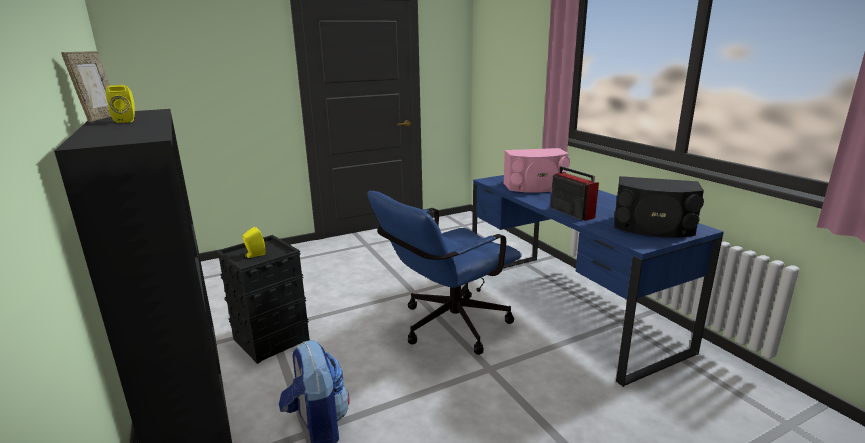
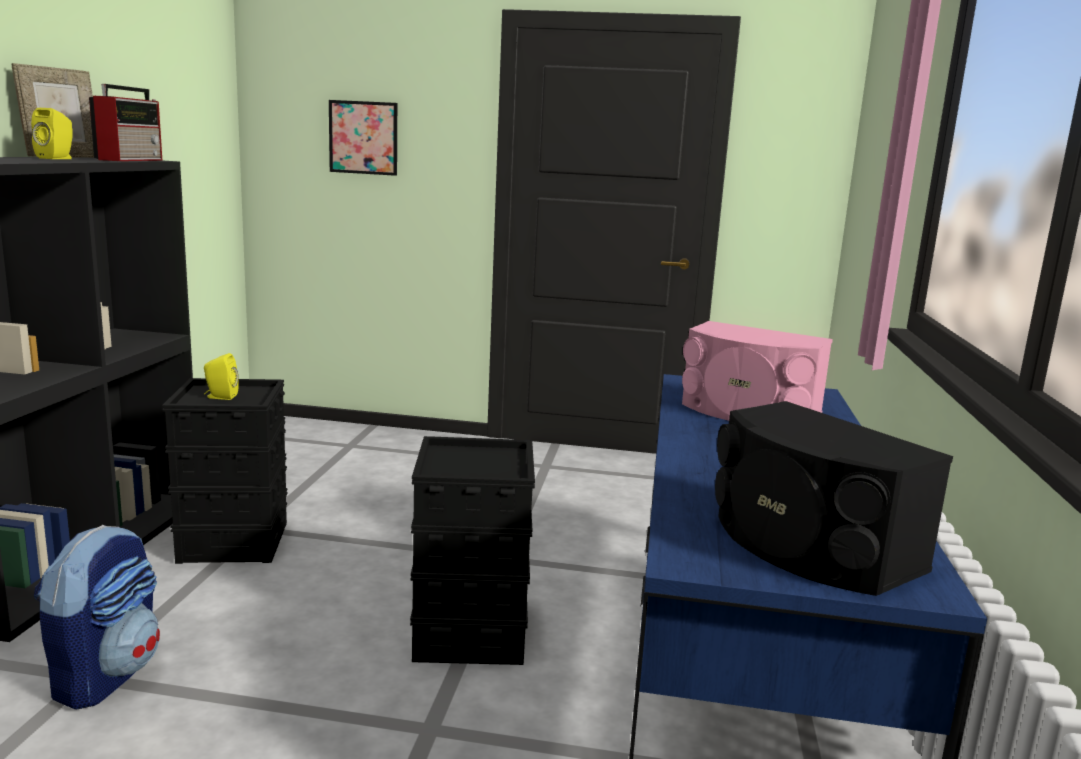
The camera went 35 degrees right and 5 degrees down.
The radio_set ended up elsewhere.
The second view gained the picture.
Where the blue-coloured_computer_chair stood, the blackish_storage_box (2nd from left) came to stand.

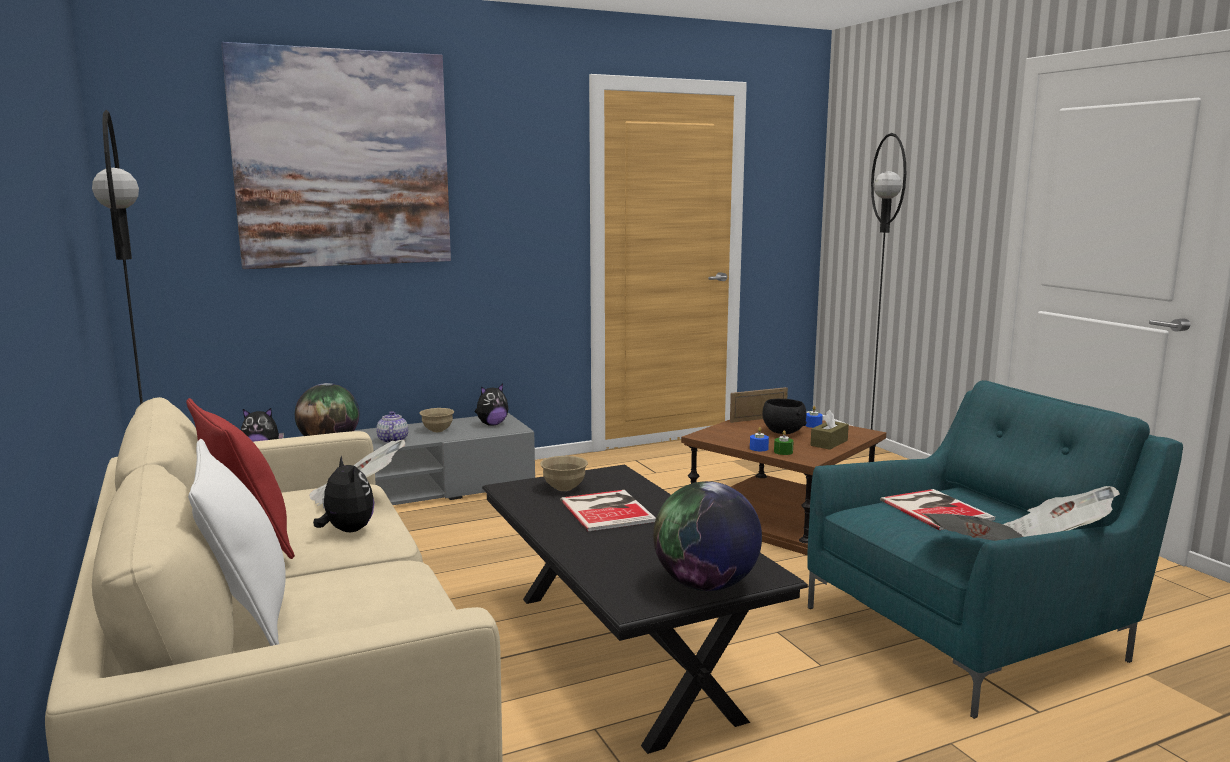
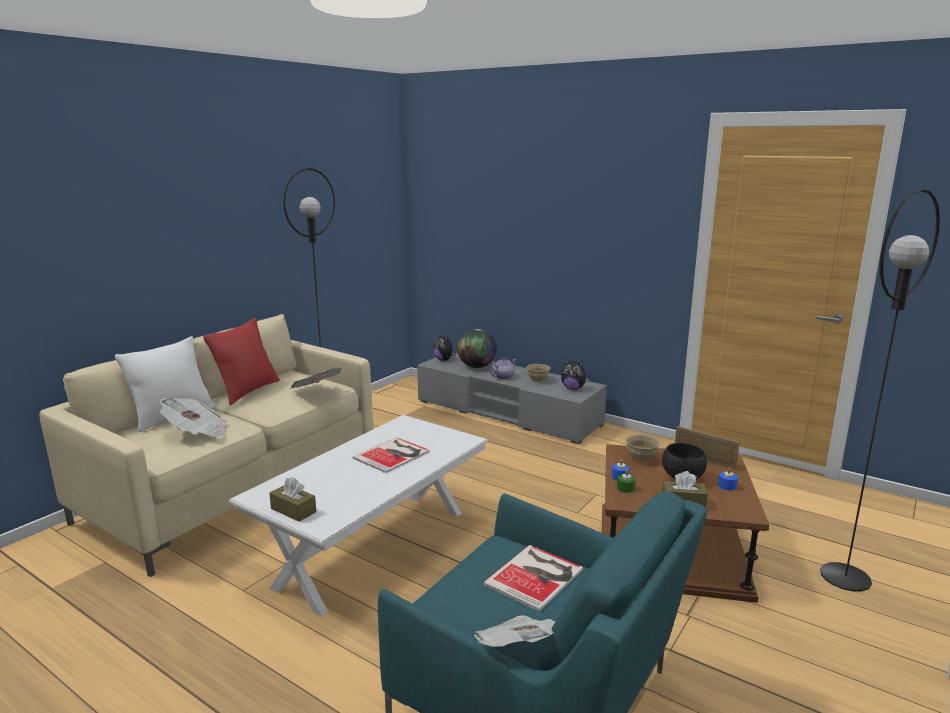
The camera went 60 degrees right and 5 degrees up.
The printed_paper (2nd from left in the first image) ended up elsewhere.
What was the blackish_coffee_table turned into the whitish_coffee_table.
Where the world_globe (2nd from left) stood, the brown-coloured_tissue_box (1st from left) came to stand.
The sand-coloured_bowl (2nd from left) ended up elsewhere.
The second view lost the picture.
The second view lost the cuddly_toy (2nd from left).

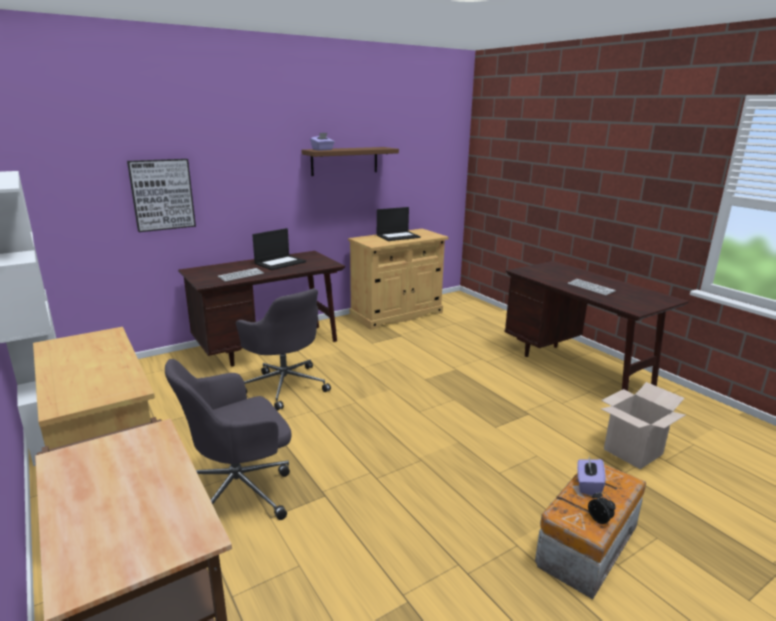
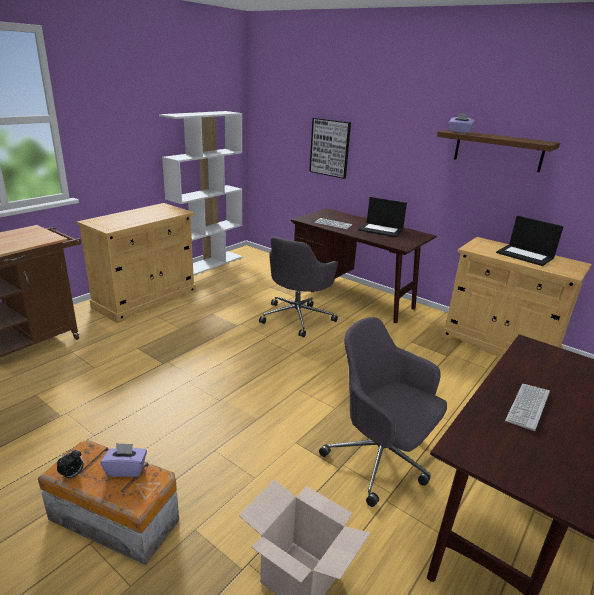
The camera went 70 degrees right and 5 degrees up.
The greyish_computer_chair (1st from left in the first image) ended up elsewhere.

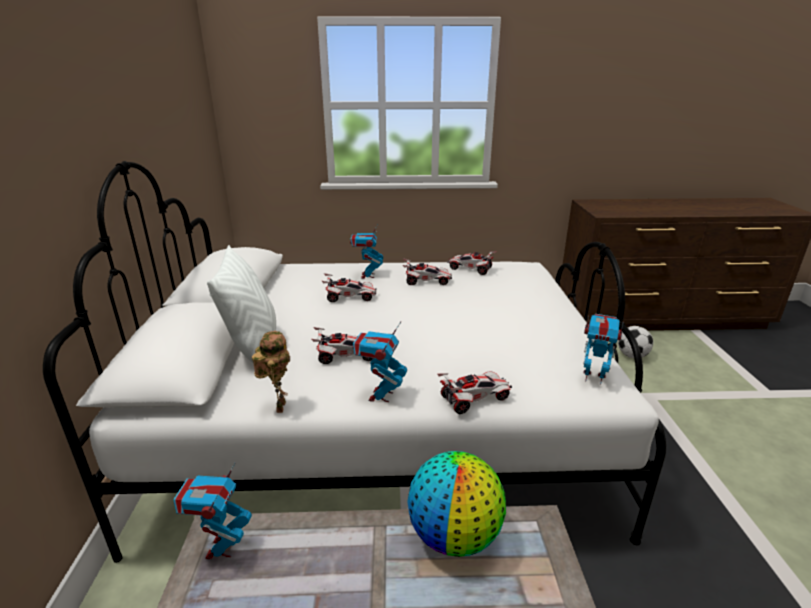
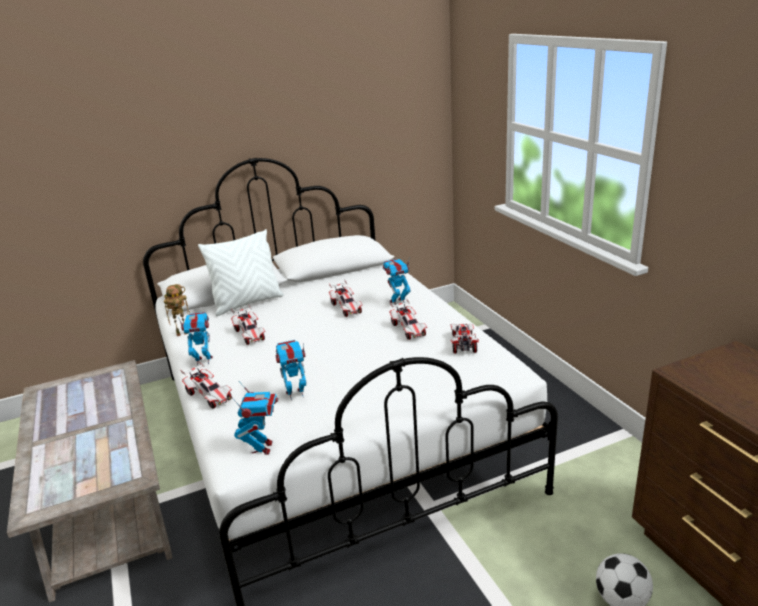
The camera went 70 degrees right and 0 degrees up.
The model_robot (1st from left in the first image) ended up elsewhere.
The second view lost the world_globe.

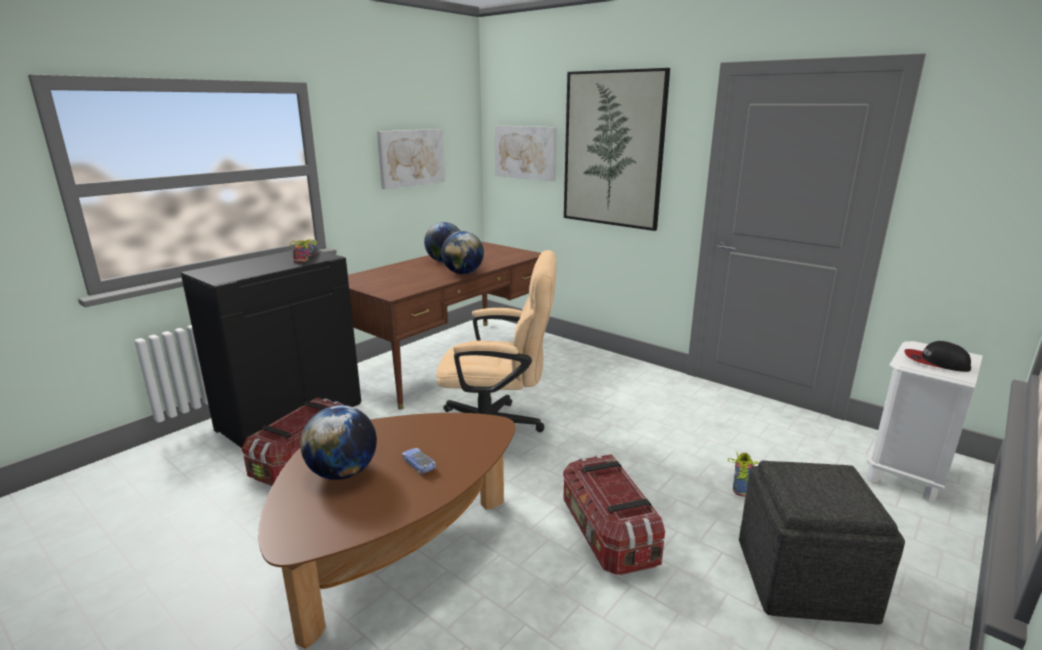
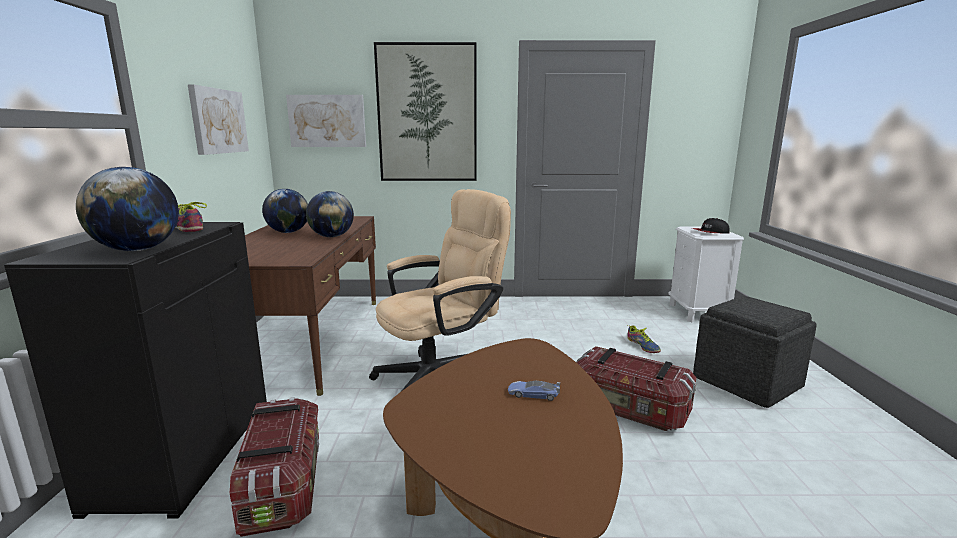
The camera went 40 degrees left and 5 degrees down.
The world_globe (1st from left) ended up elsewhere.

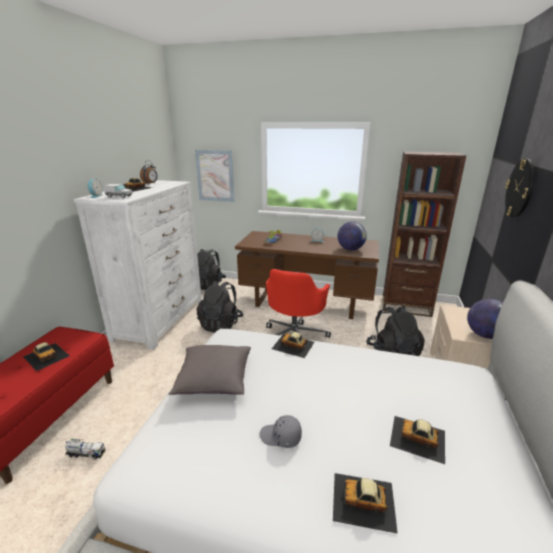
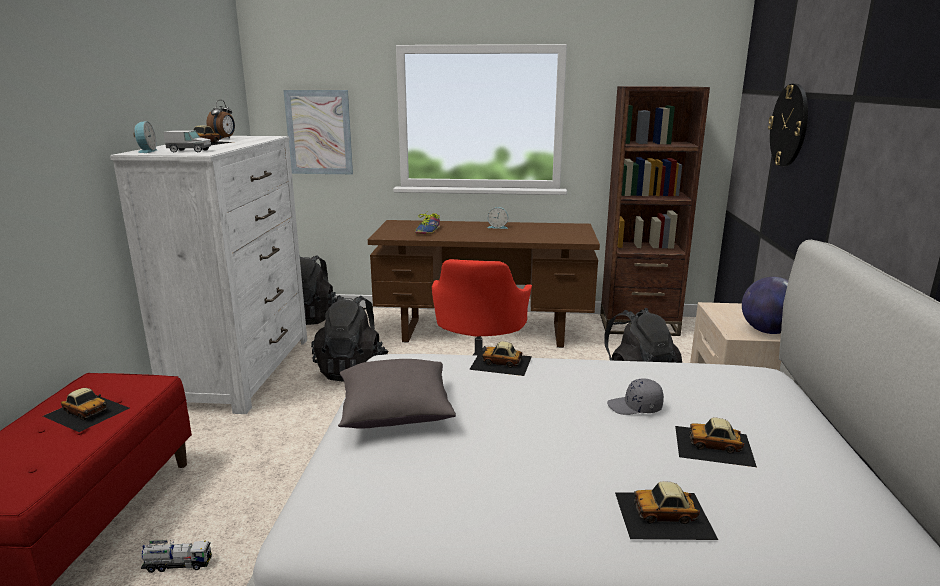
The camera went 10 degrees left and 5 degrees down.
The greyish_cap ended up elsewhere.
The second view lost the world_globe (1st from left).

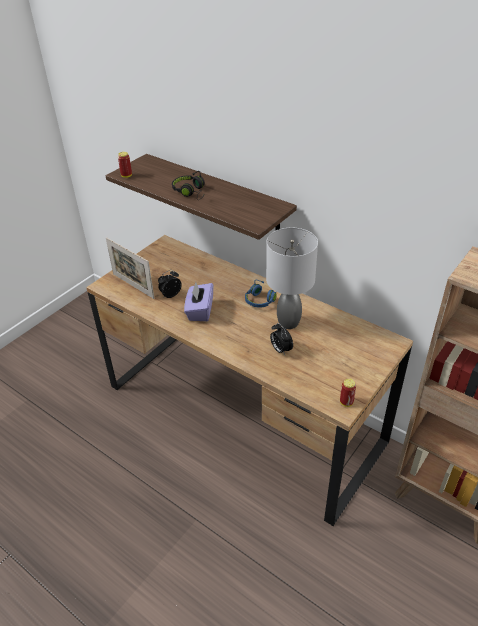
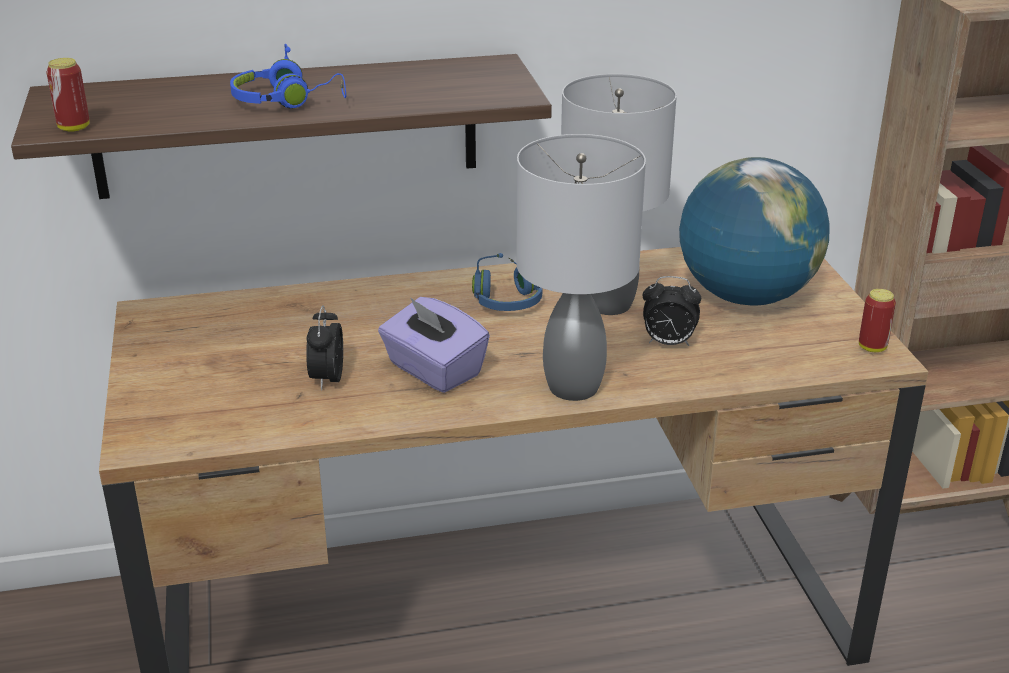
The camera went 50 degrees left and 10 degrees down.
What was the blackish_headset turned into the blue-coloured_headset (1st from left).
The second view gained the greyish_table_lamp (1st from left).
The second view gained the world_globe.
The second view lost the standing_frame.

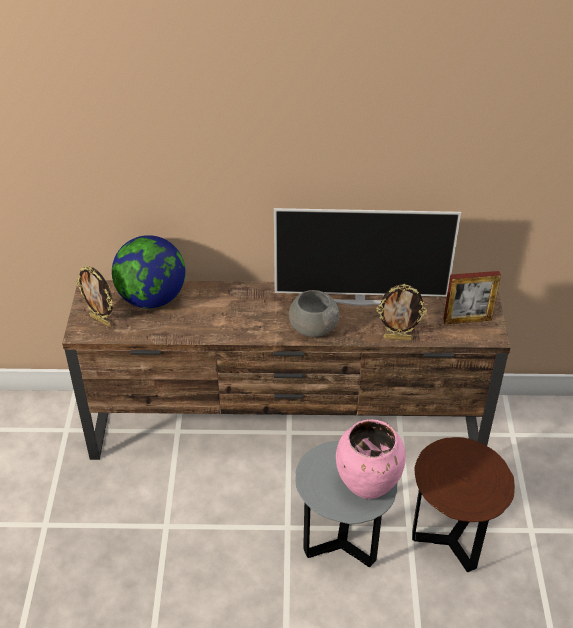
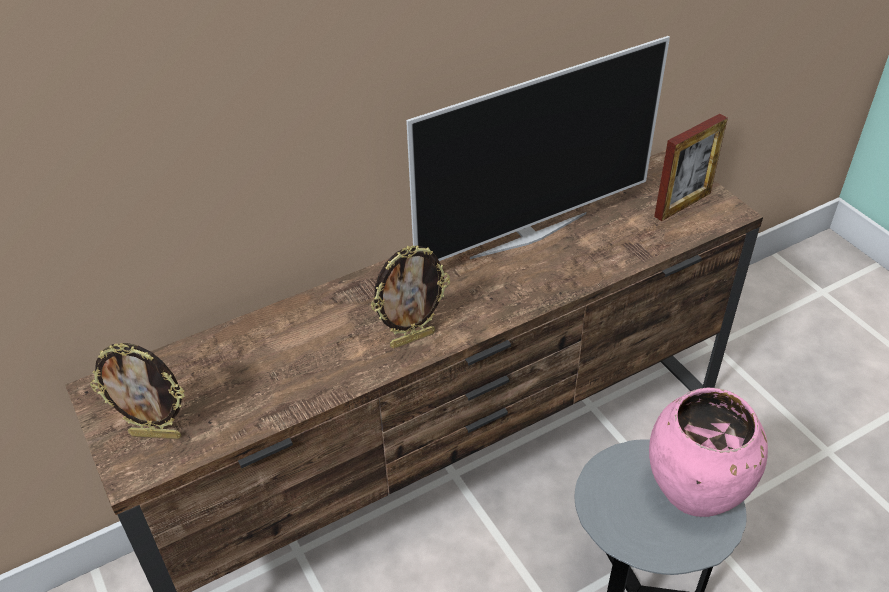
The camera went 30 degrees left and 0 degrees up.
The standing_frame (2nd from left) ended up elsewhere.
The second view lost the world_globe.
The second view lost the greyish_bowl.
The second view lost the brown-coloured_end_table.

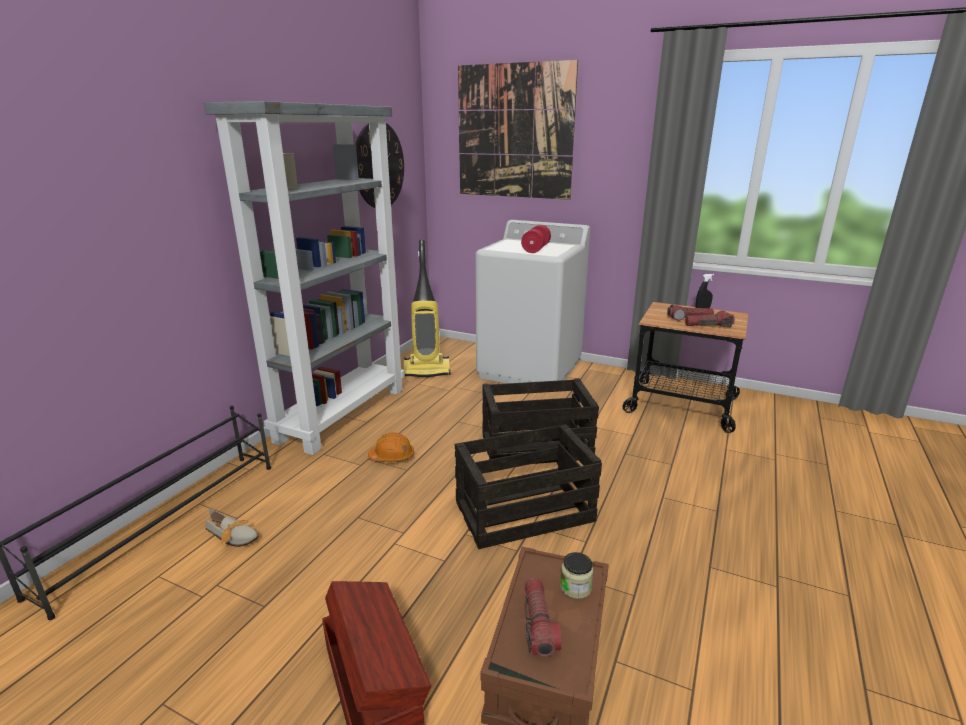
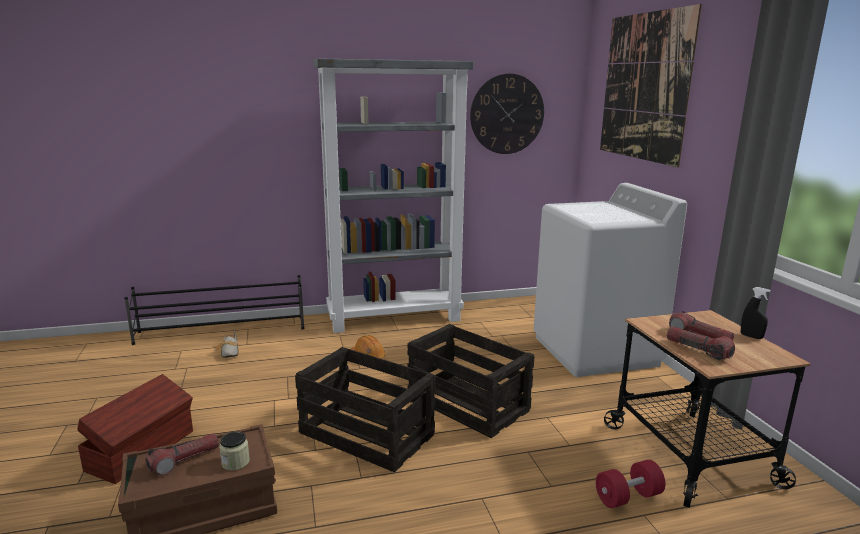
The camera went 50 degrees right and 5 degrees down.
The red-coloured_hand_weight ended up elsewhere.
The second view lost the hoover.

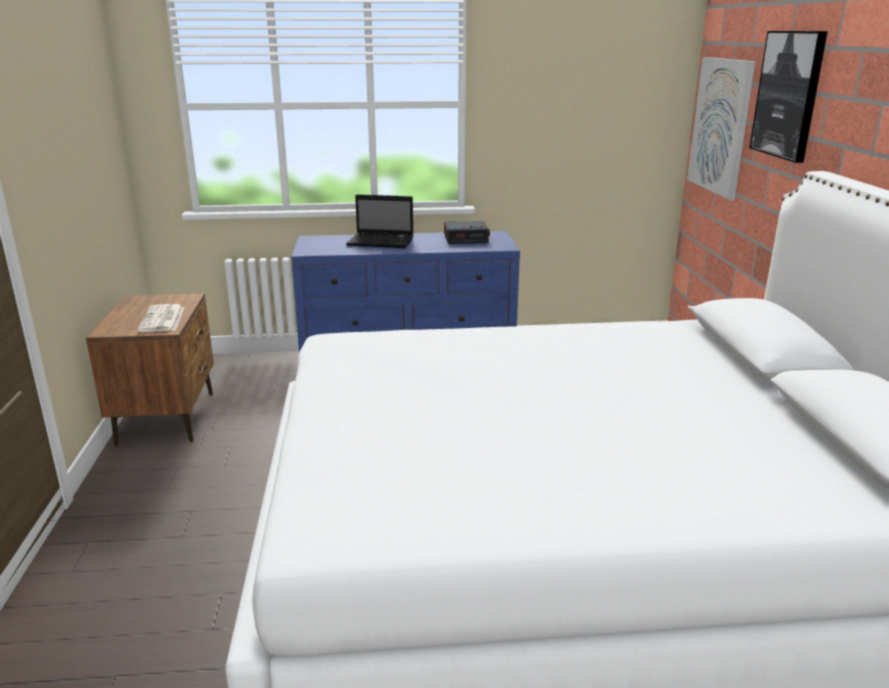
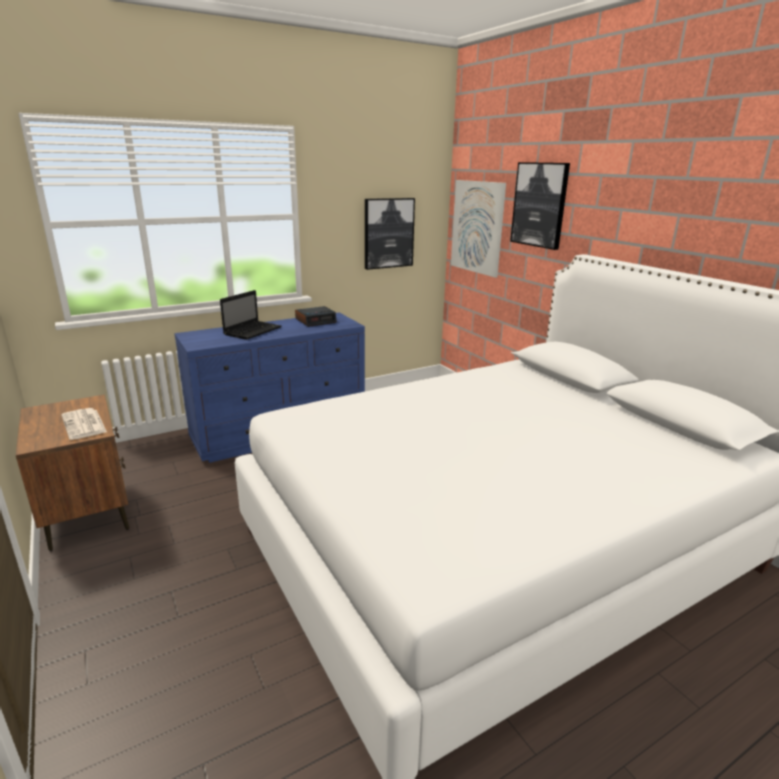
The camera went 25 degrees left and 0 degrees up.
The portable_computer ended up facing another way, 45 degrees counterclockwise from before.
The second view gained the picture (1st from left).

